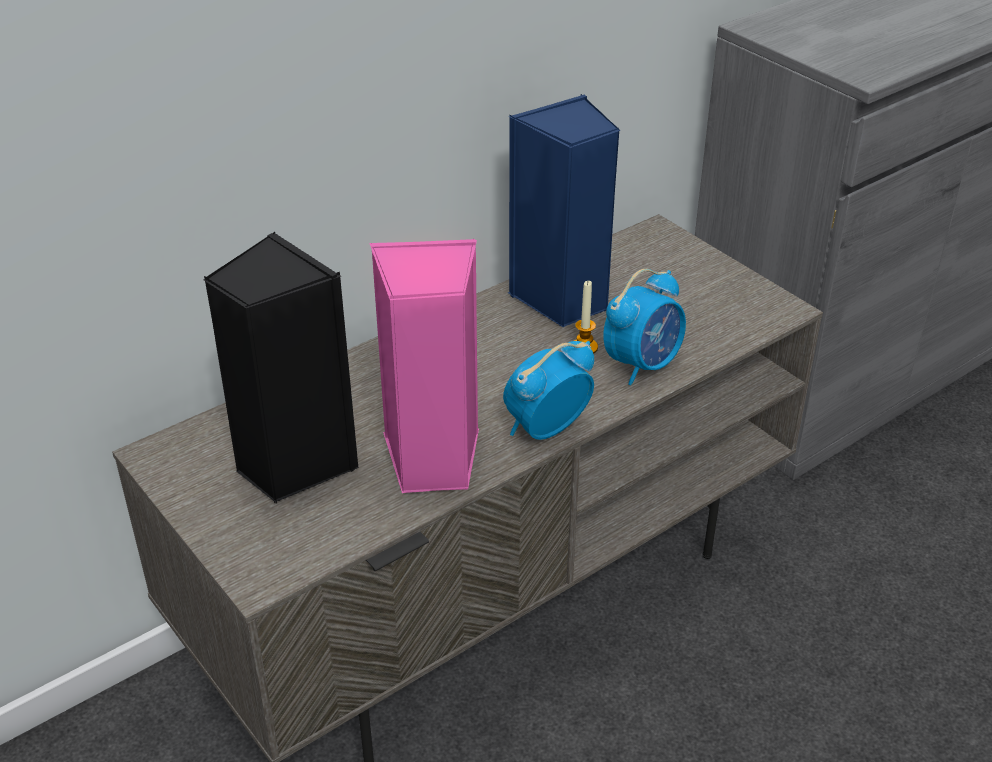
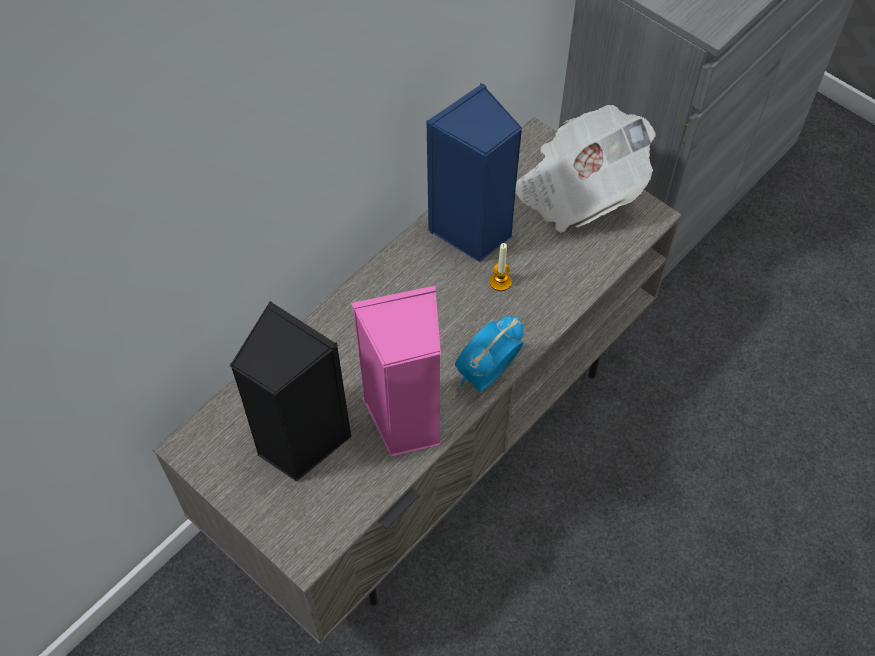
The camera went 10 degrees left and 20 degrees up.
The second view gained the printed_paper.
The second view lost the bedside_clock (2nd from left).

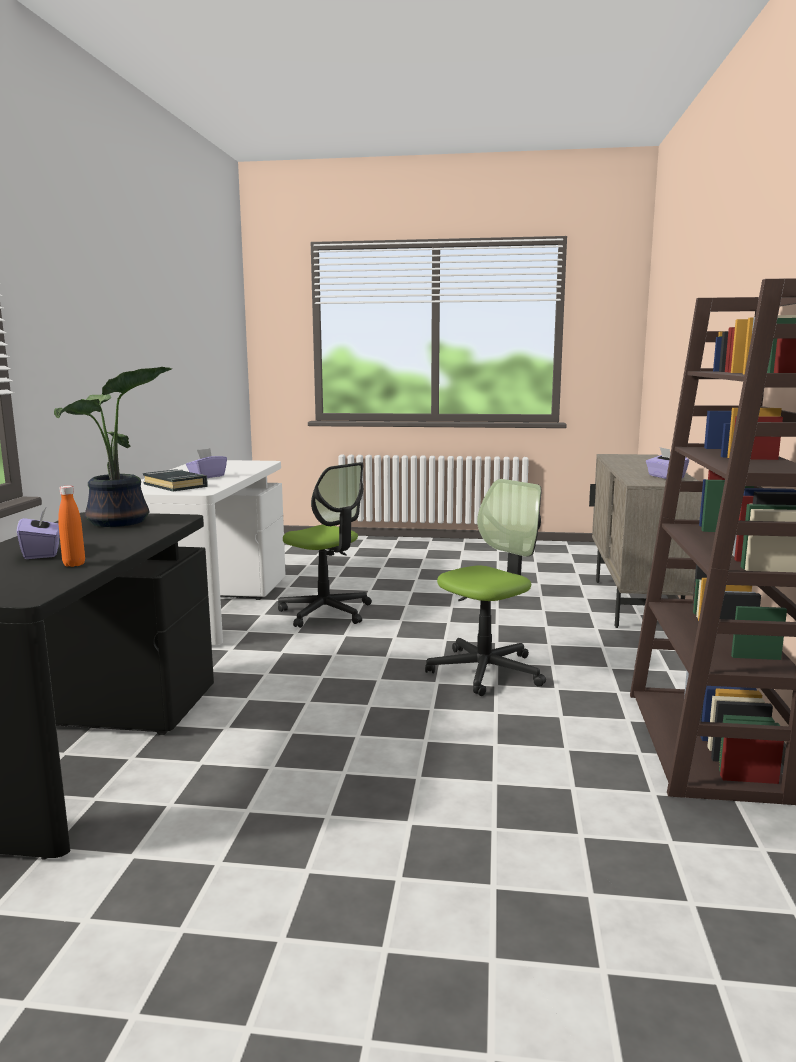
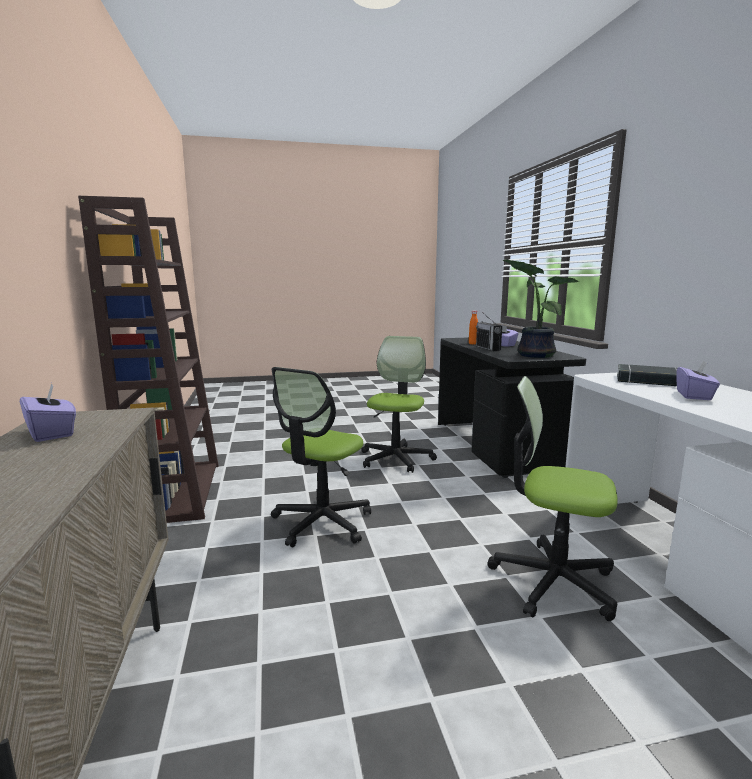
The camera went 160 degrees right and 0 degrees up.
The second view gained the computer_chair (2nd from left).
The second view gained the radio_set.

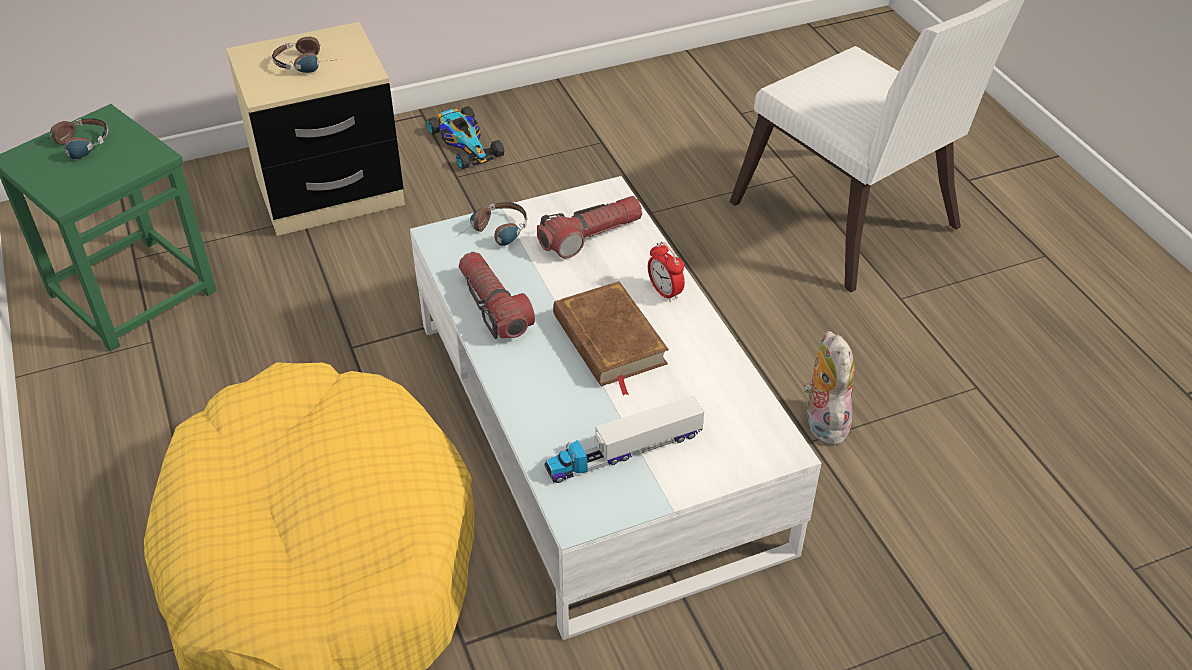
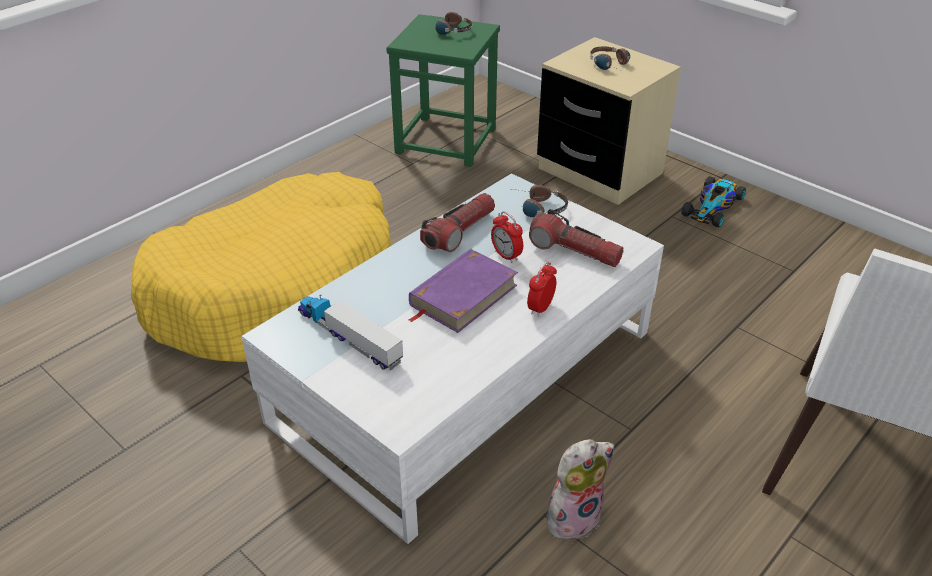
The camera went 65 degrees right and 5 degrees down.
What was the brown-coloured_bound_book turned into the purplish_bound_book.
The second view gained the bedside_clock (1st from left).

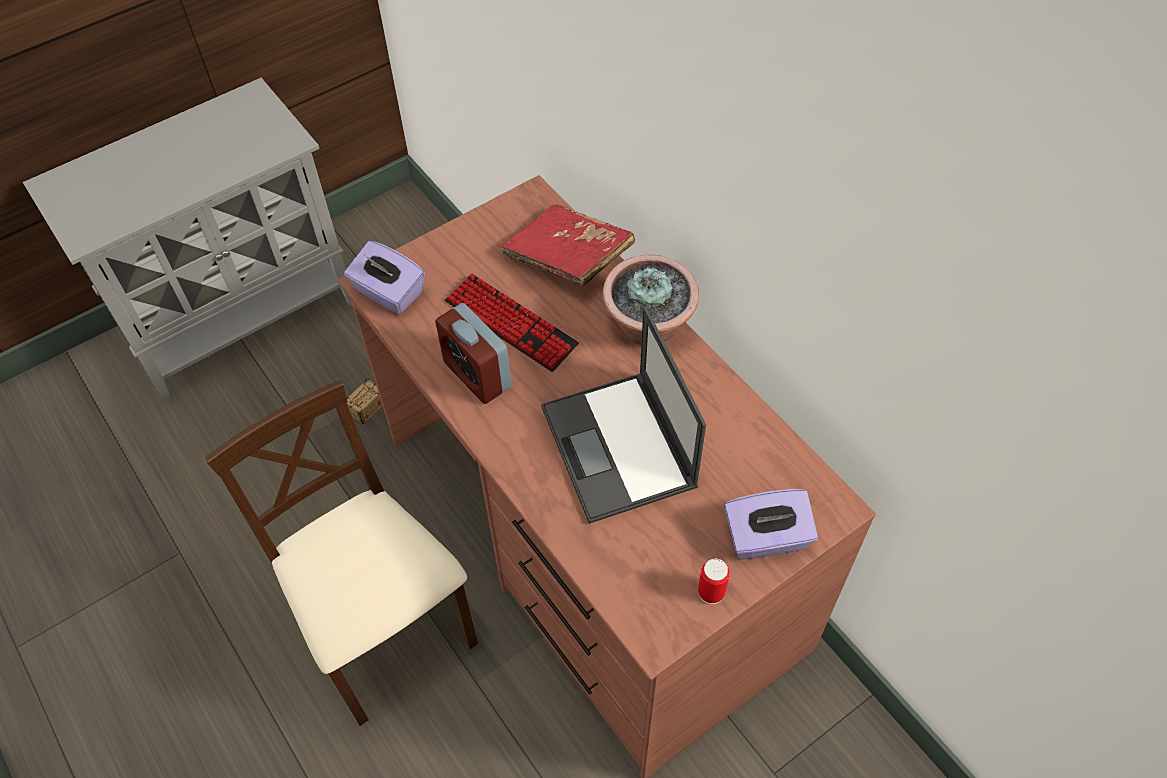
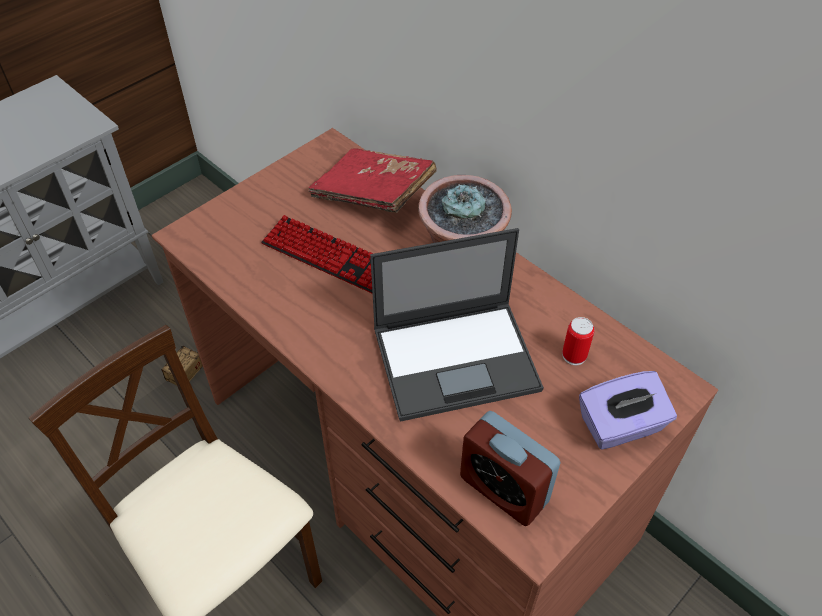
The camera went 10 degrees left and 5 degrees down.
The portable_computer ended up facing another way, 75 degrees counterclockwise from before.
The bedside_clock ended up elsewhere.
The sealed_can ended up elsewhere.
The second view lost the purplish_tissue_box (1st from left).

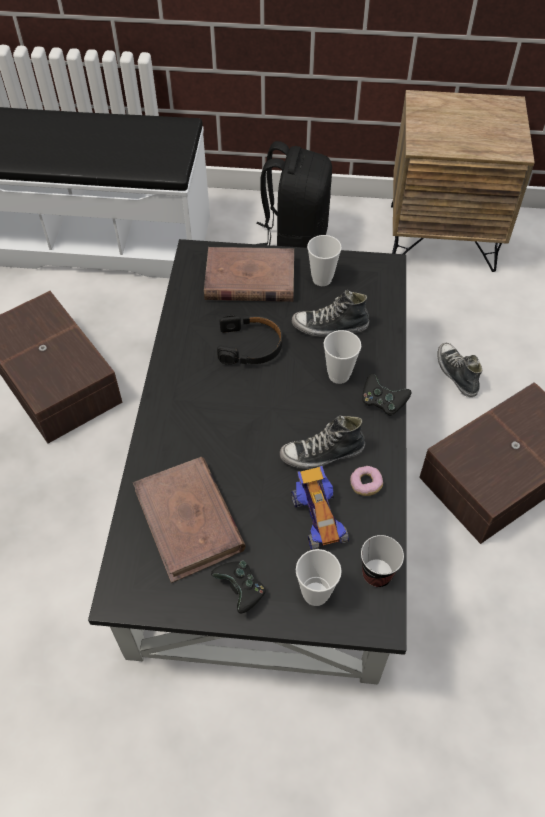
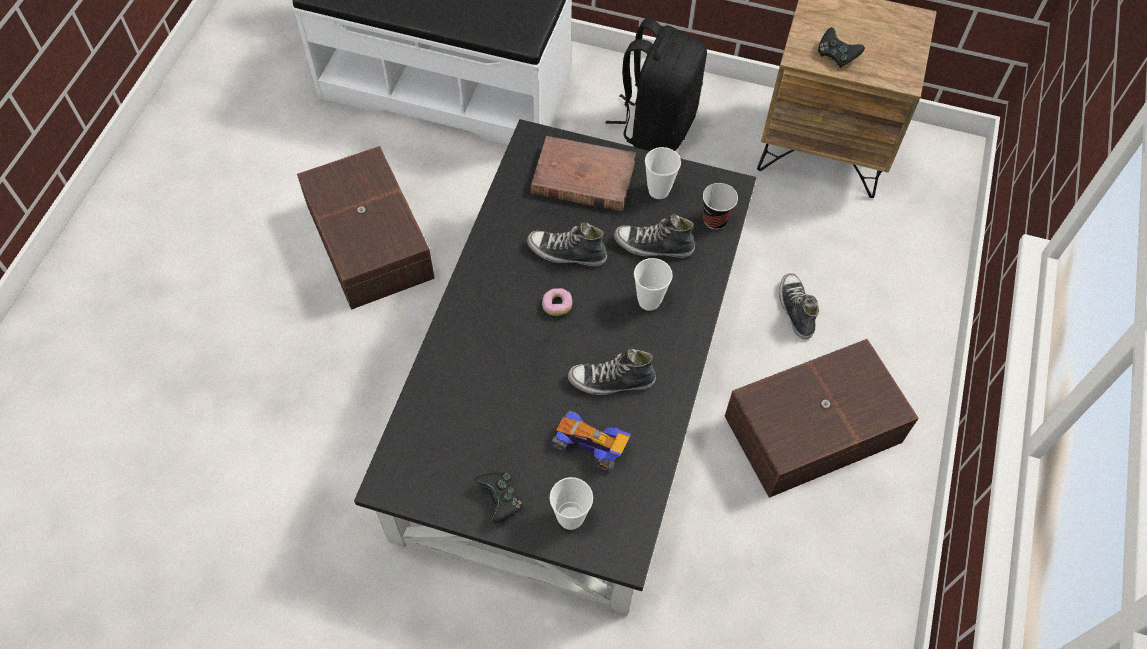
The camera went 10 degrees right and 5 degrees up.
Where the blackish_headset stood, the item_of_footwear (1st from left) came to stand.
The donut ended up elsewhere.
The toy_car ended up facing another way, 120 degrees clockwise from before.
The drinking_cup (4th from left) ended up elsewhere.
The blackish_joypad (2nd from left) ended up elsewhere.
The second view lost the brown-coloured_bound_book (1st from left).

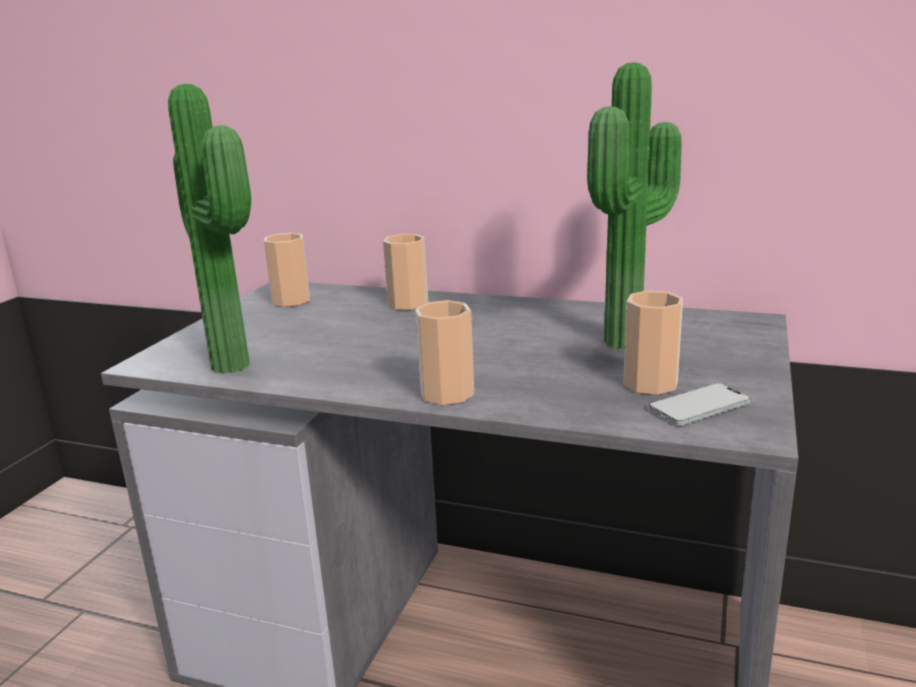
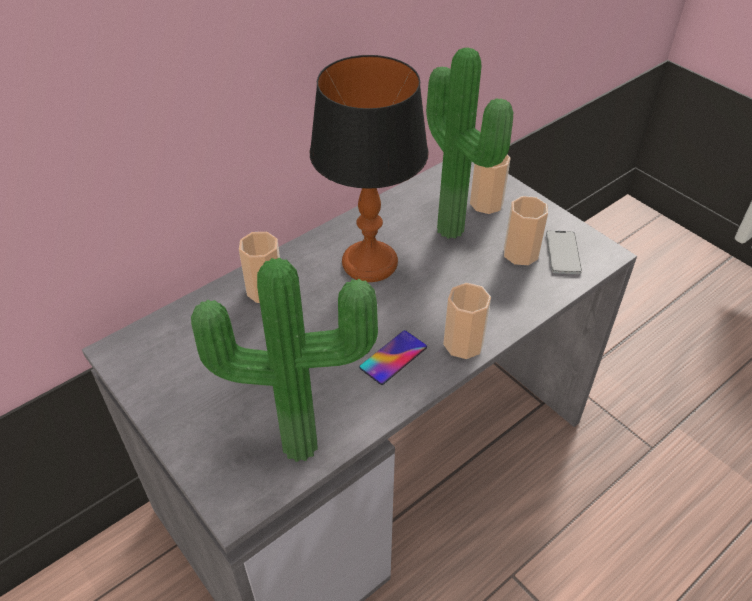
The camera went 60 degrees left and 25 degrees up.
The second view gained the table_lamp.
The second view gained the telephone (1st from left).
The drinking_cup (1st from left in the first image) ended up elsewhere.

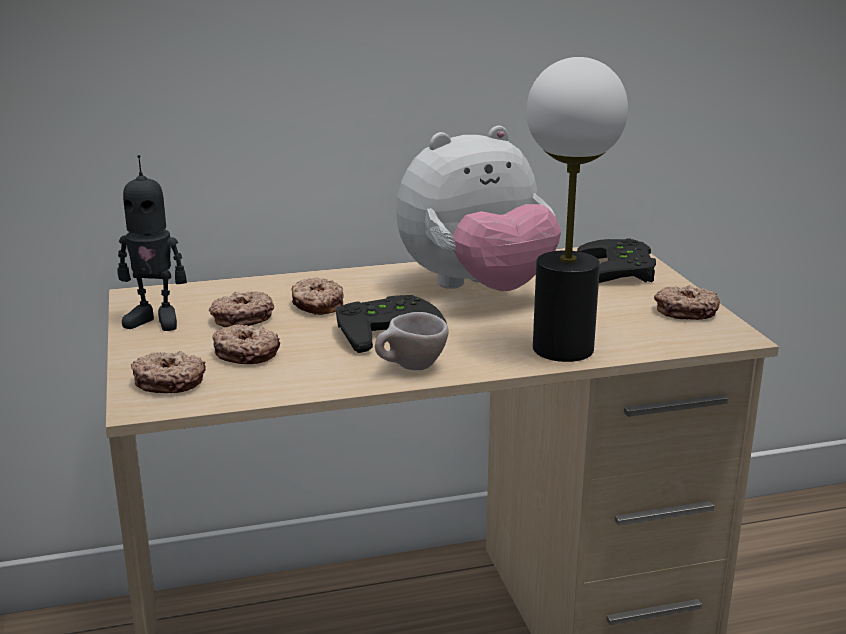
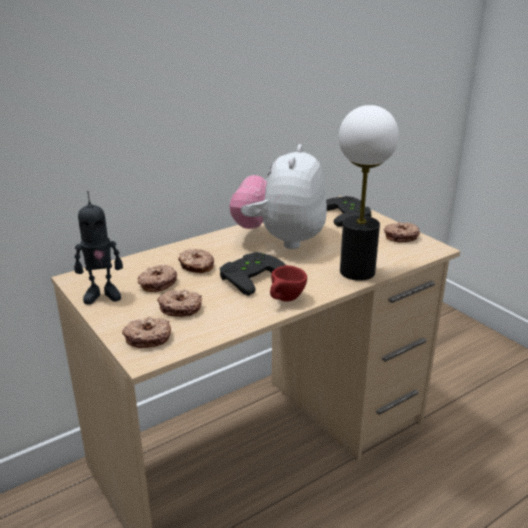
The camera went 20 degrees left and 5 degrees up.
The cuddly_toy ended up facing another way, 150 degrees clockwise from before.
What was the sand-coloured_drinking_cup turned into the red-coloured_drinking_cup.

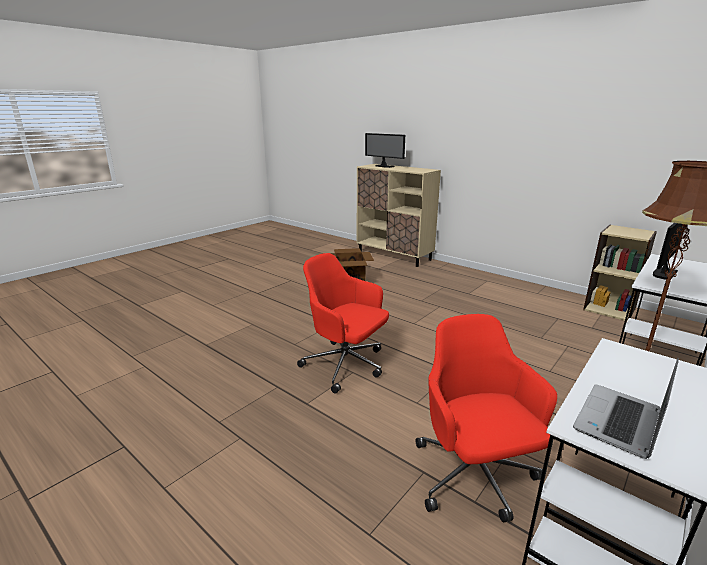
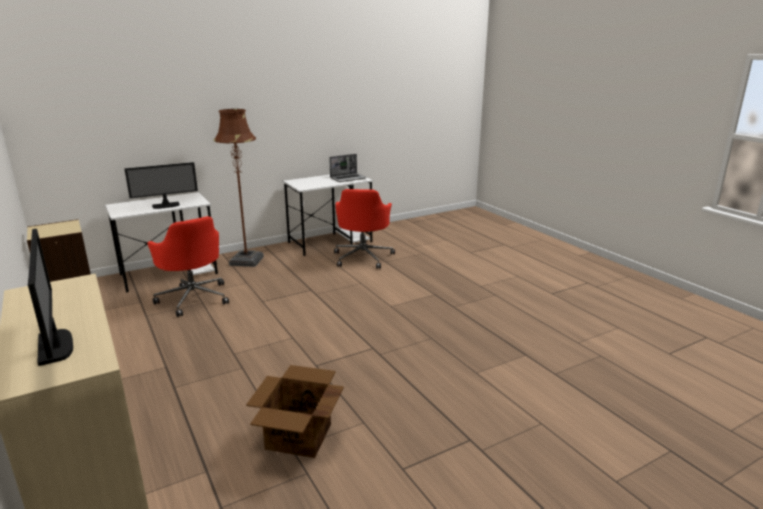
The camera went 160 degrees left and 0 degrees up.
The red-coloured_computer_chair (1st from left) ended up elsewhere.

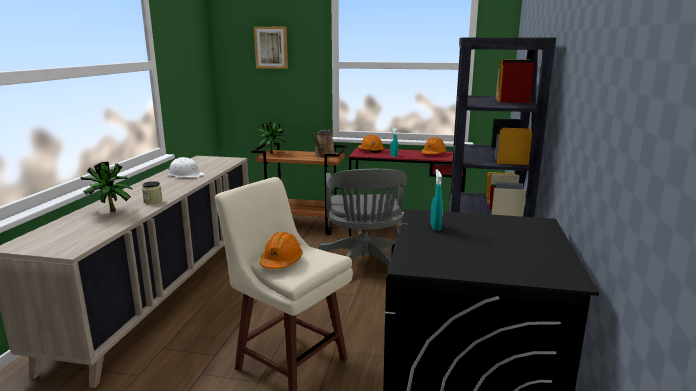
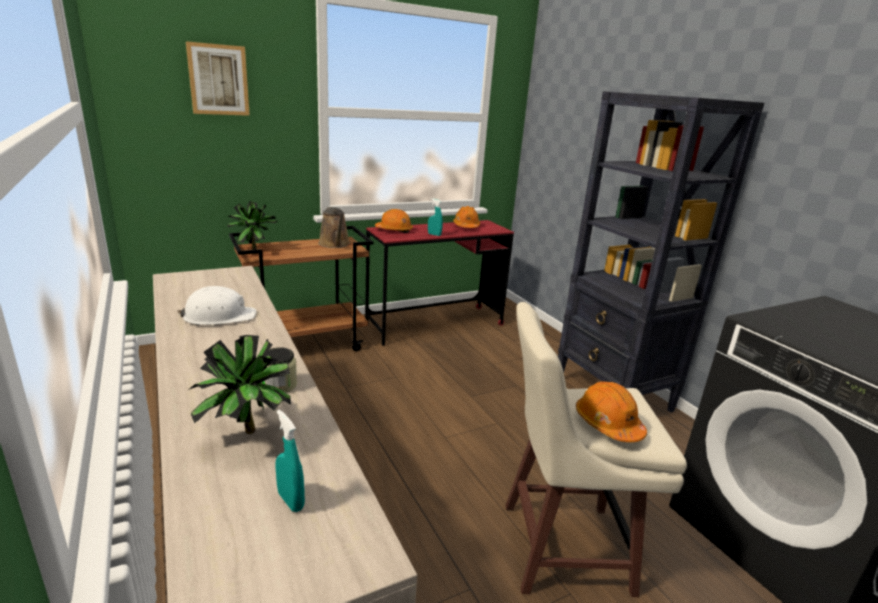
The camera went 40 degrees left and 5 degrees up.
The turquoise-coloured_hand_sprayer (2nd from left in the first image) ended up elsewhere.
The second view lost the greyish_computer_chair.

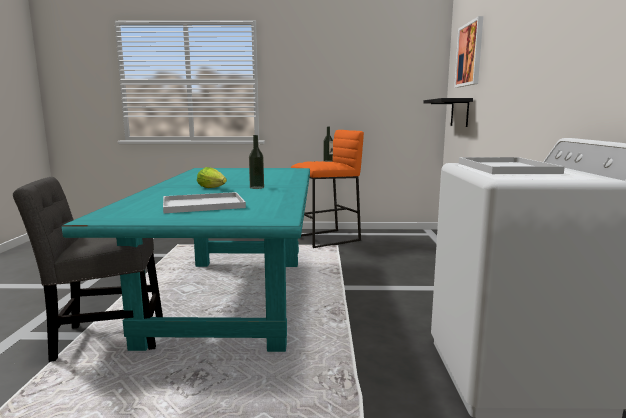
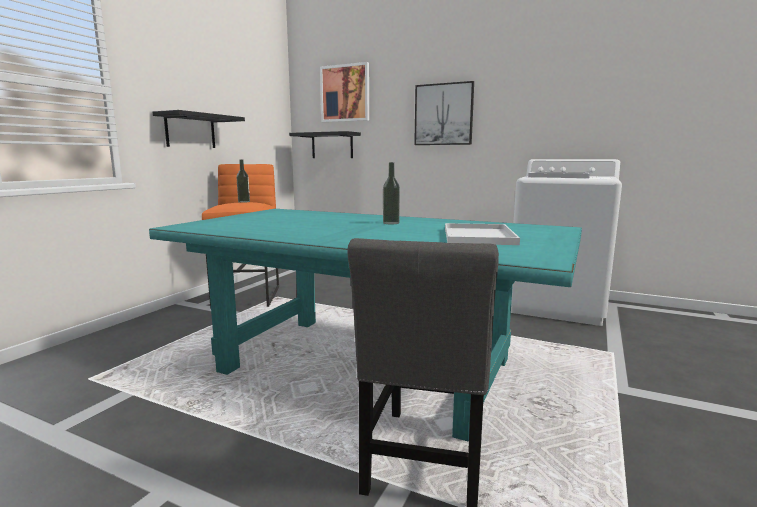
The camera went 65 degrees left and 0 degrees up.
The second view gained the blackish_shelf (1st from left).
The second view gained the picture (2nd from left).
The second view lost the lettuce_head.

